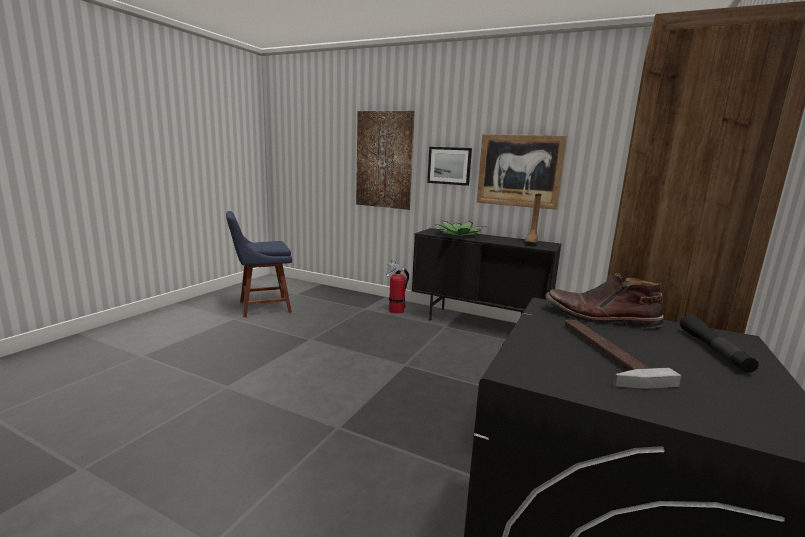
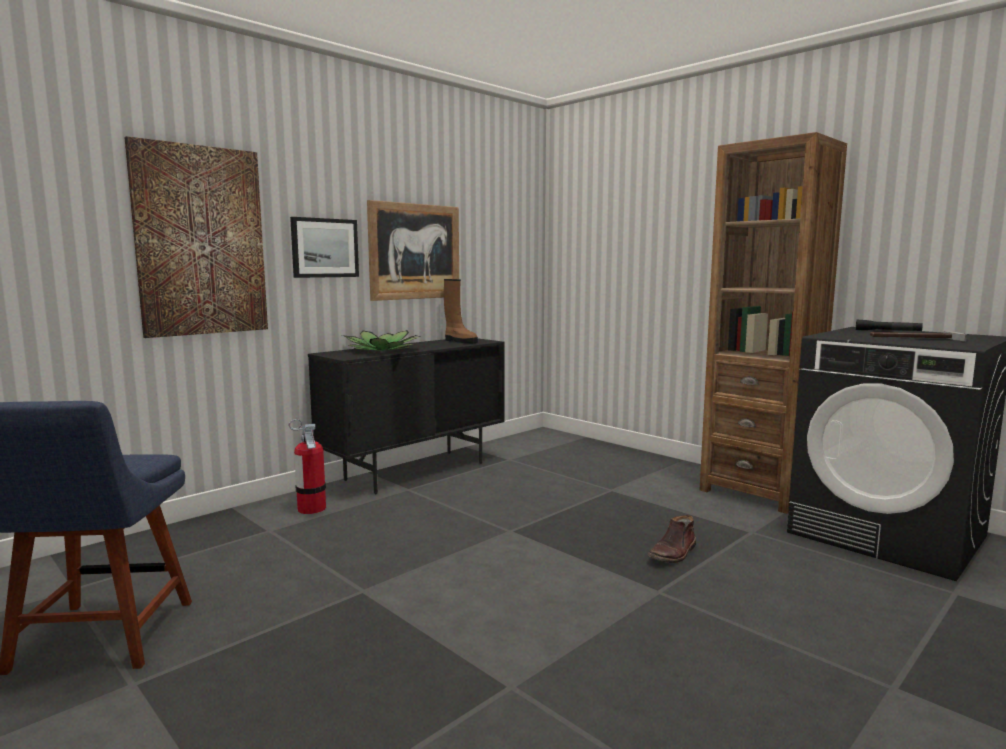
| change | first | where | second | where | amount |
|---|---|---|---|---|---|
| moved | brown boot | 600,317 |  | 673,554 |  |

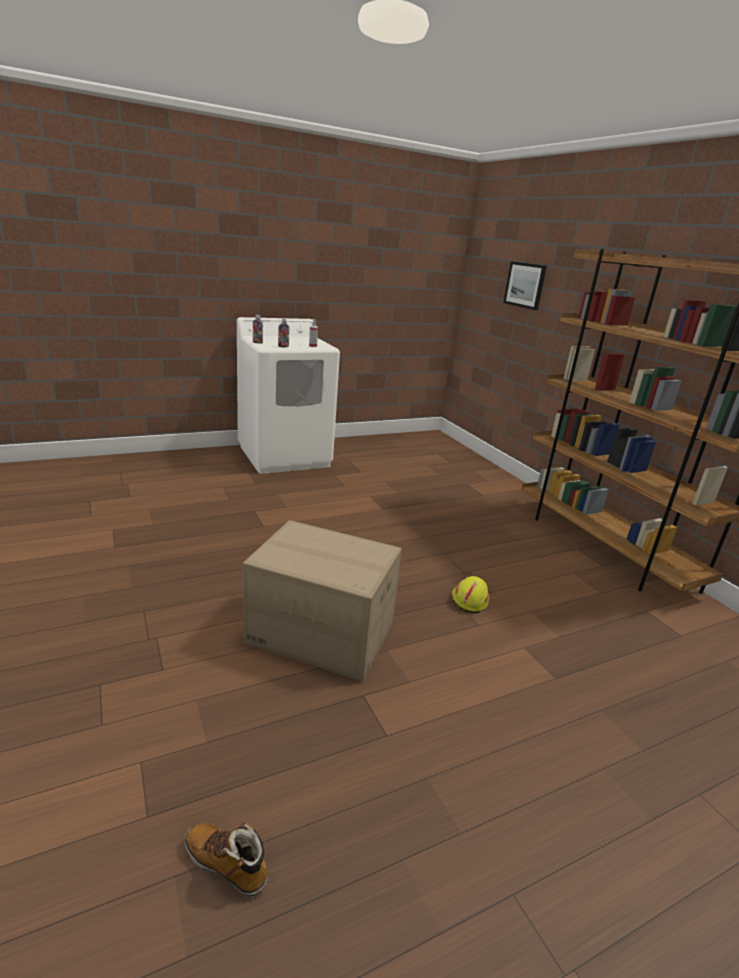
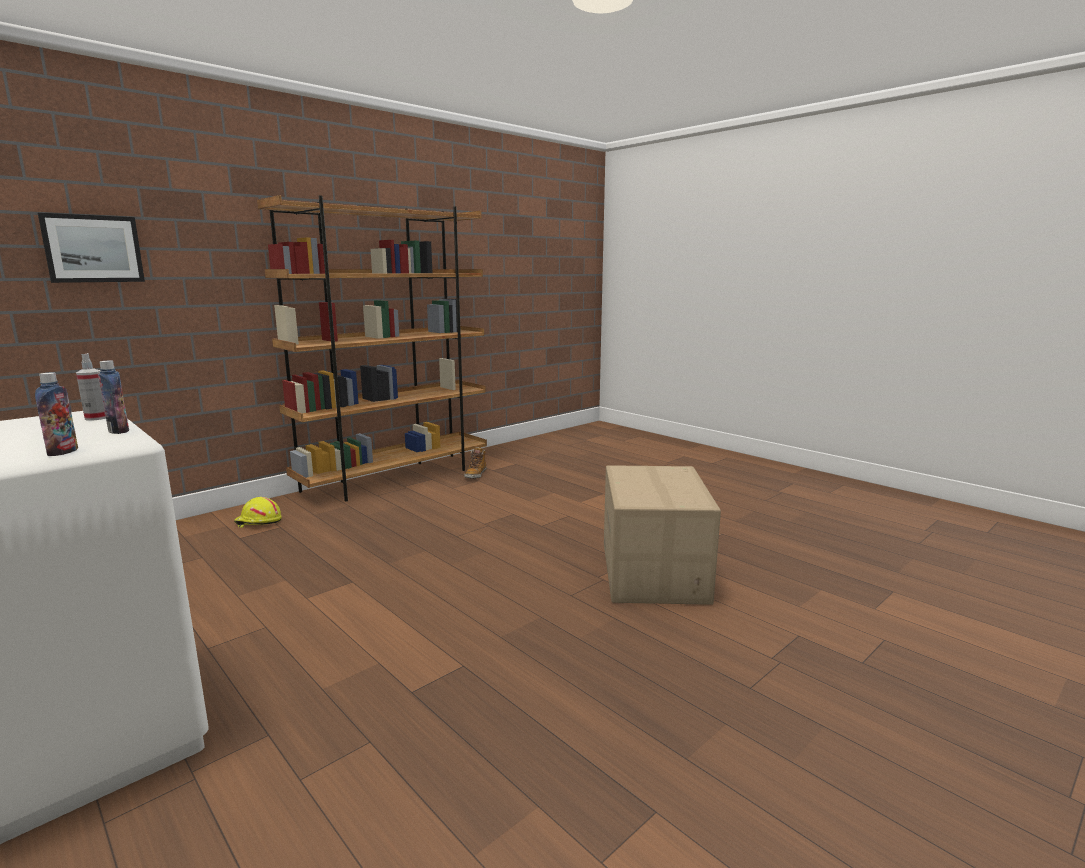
| change | first | where | second | where | amount |
|---|---|---|---|---|---|
| moved | yellow hard hat | 469,600 |  | 258,522 |  |
| moved | boot | 227,864 |  | 475,475 |  |

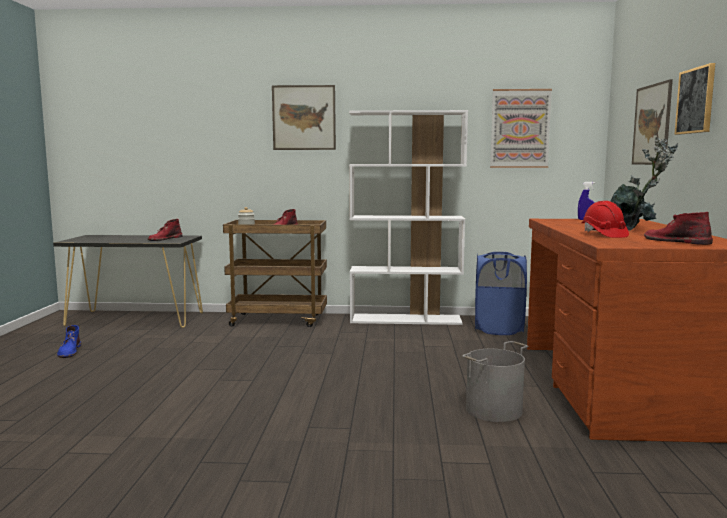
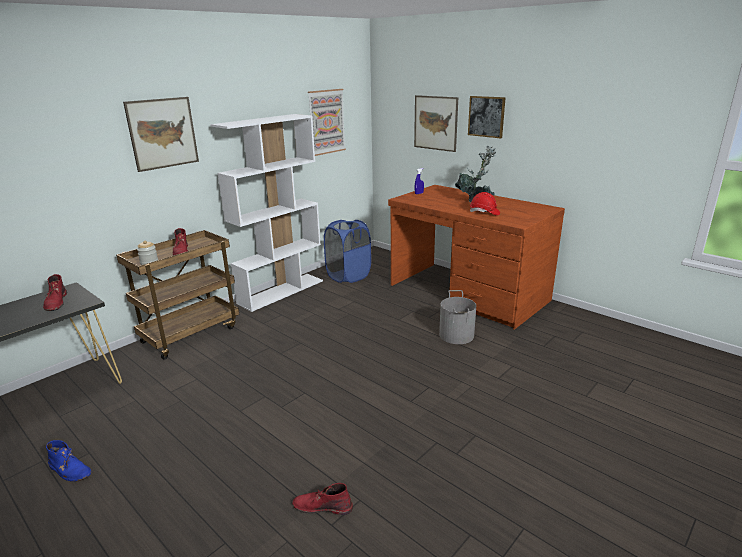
| change | first | where | second | where | amount |
|---|---|---|---|---|---|
| moved | red boot | 676,241 |  | 322,506 |  |

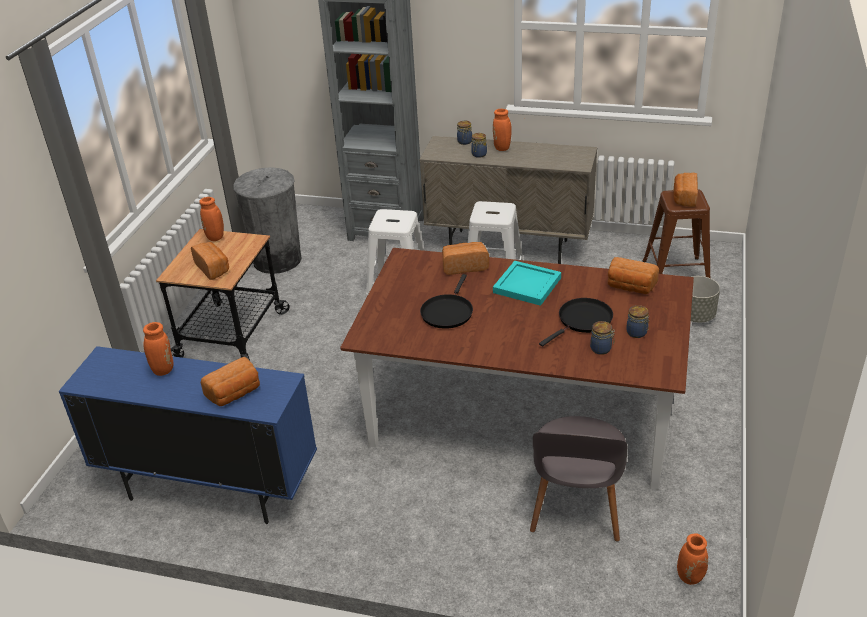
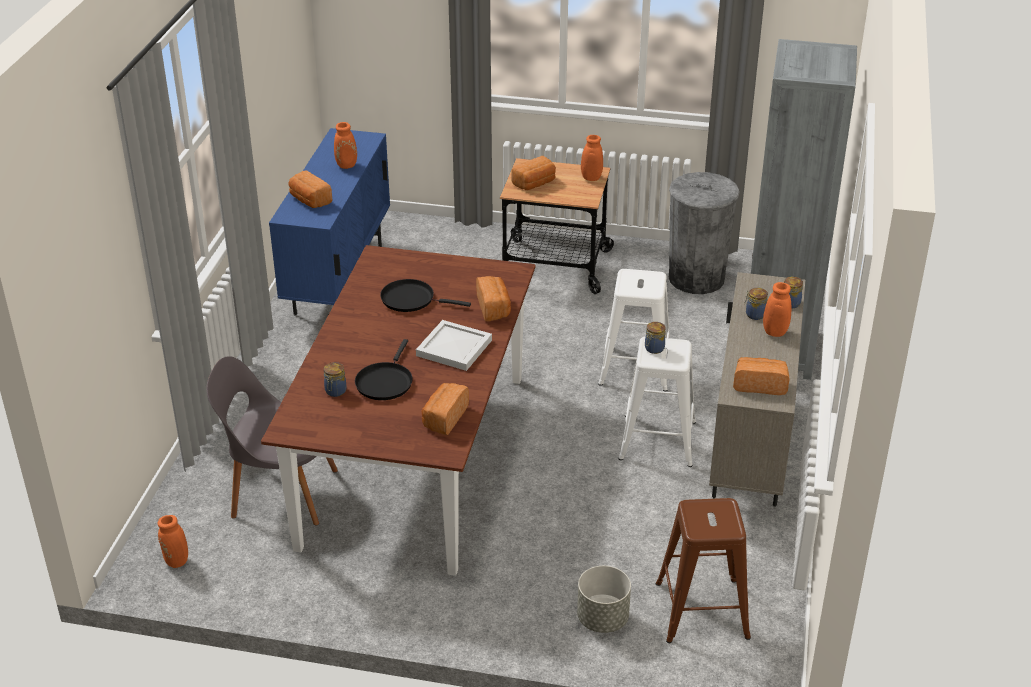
| change | first | where | second | where | amount |
|---|---|---|---|---|---|
| turned | black frying pan | 582,321 |  | 385,382 | 60 degrees clockwise |
| recoloured | turquoise tray | 526,284 | white tray | 455,347 |  |
| moved | jar | 637,333 |  | 653,349 |  |
| moved | bread | 684,198 |  | 760,385 |  |

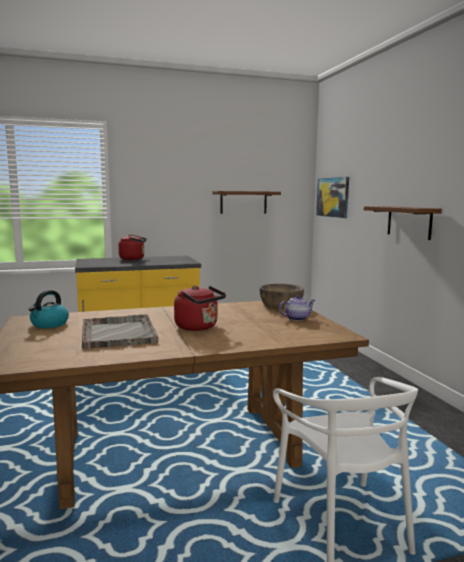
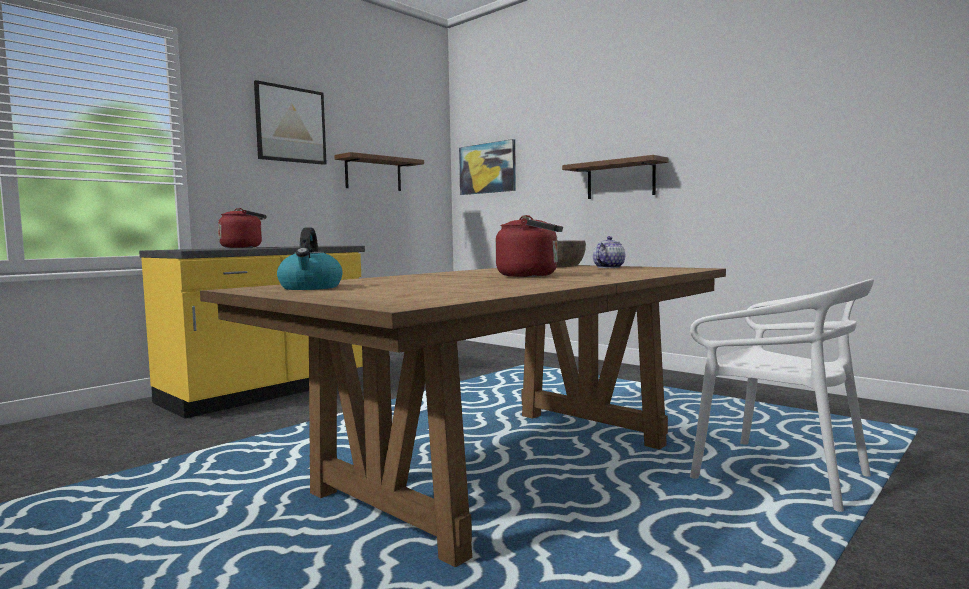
| change | first | where | second | where | amount |
|---|---|---|---|---|---|
| added |  |  | picture | 290,124 |  |
| removed | grey tray | 118,333 |  |  |  |

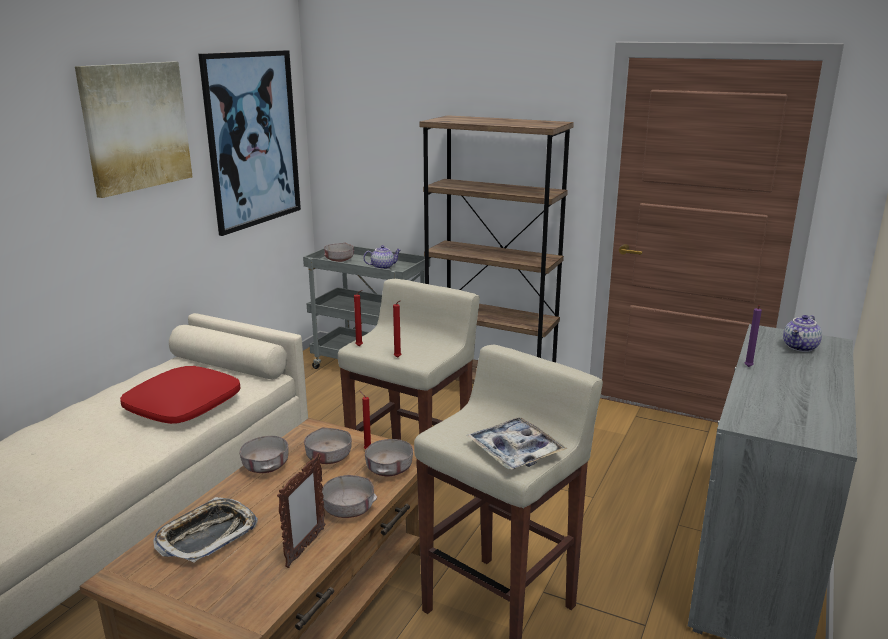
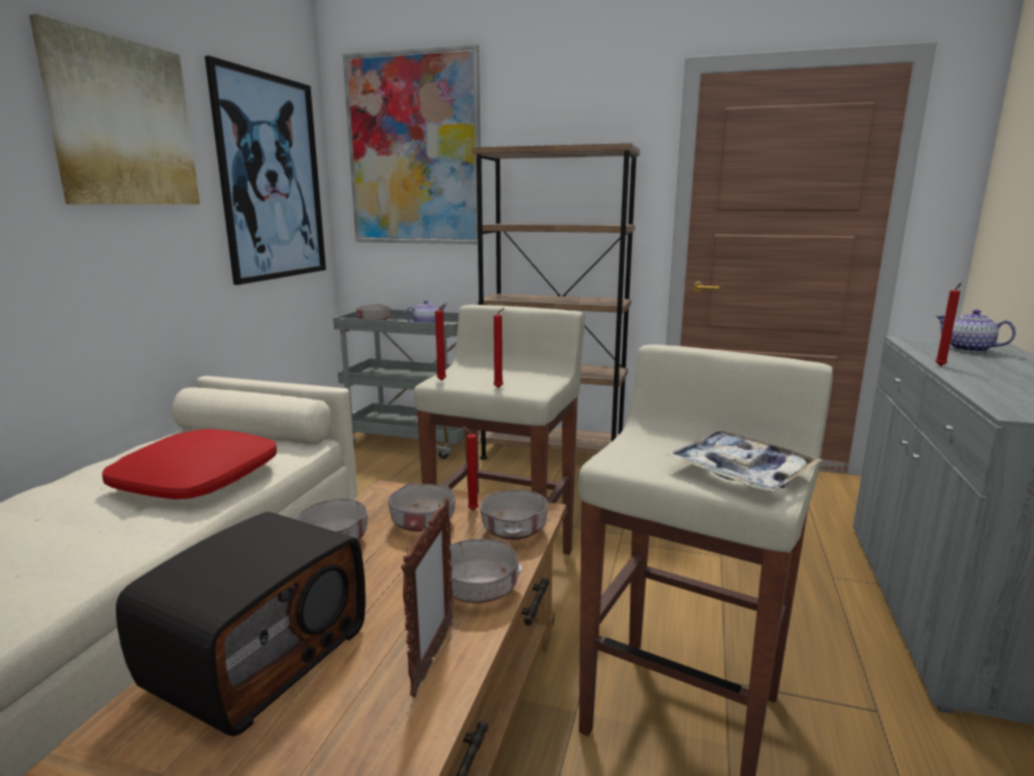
| change | first | where | second | where | amount |
|---|---|---|---|---|---|
| replaced | tray | 207,535 | radio | 258,656 |  |
| added |  |  | picture | 414,150 |  |
| recoloured | purple candle | 748,367 | red candle | 941,366 |  |
| turned | teapot | 800,347 |  | 968,349 | 105 degrees clockwise |

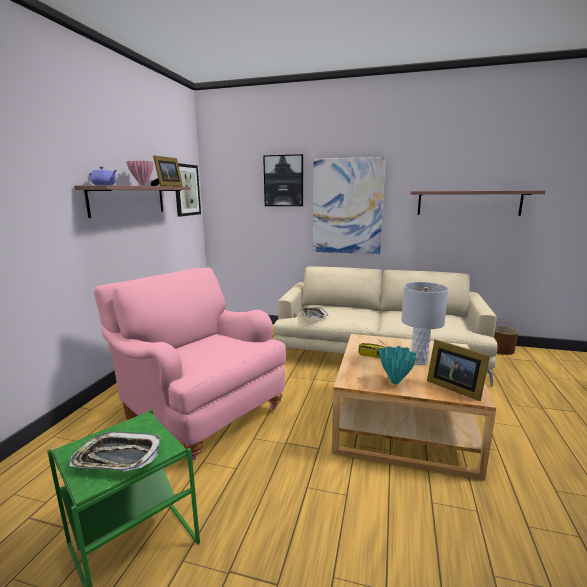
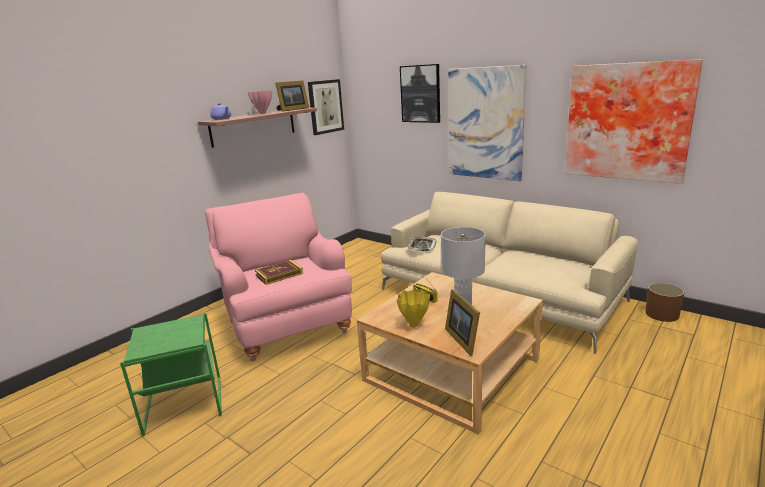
| change | first | where | second | where | amount |
|---|---|---|---|---|---|
| added |  |  | book | 279,274 |  |
| recoloured | turquoise vase | 395,382 | yellow vase | 414,325 |  |
| replaced | shelf | 468,203 | picture | 627,122 |  |
| removed | tray | 118,457 |  |  |  |

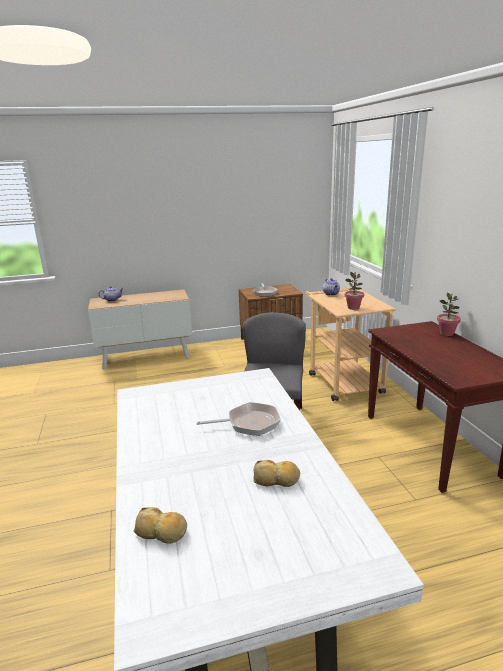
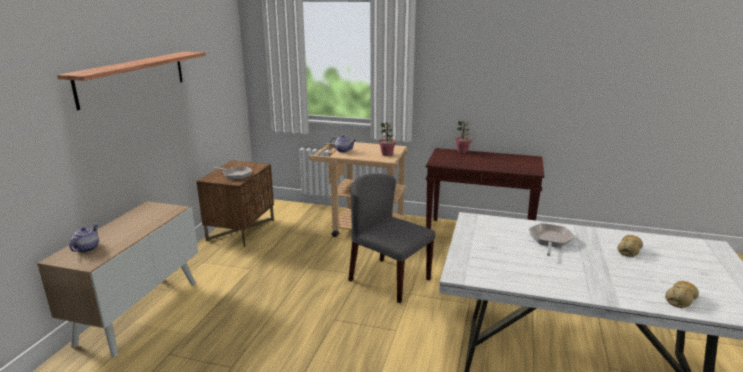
| change | first | where | second | where | amount |
|---|---|---|---|---|---|
| added |  |  | shelf | 133,78 |  |

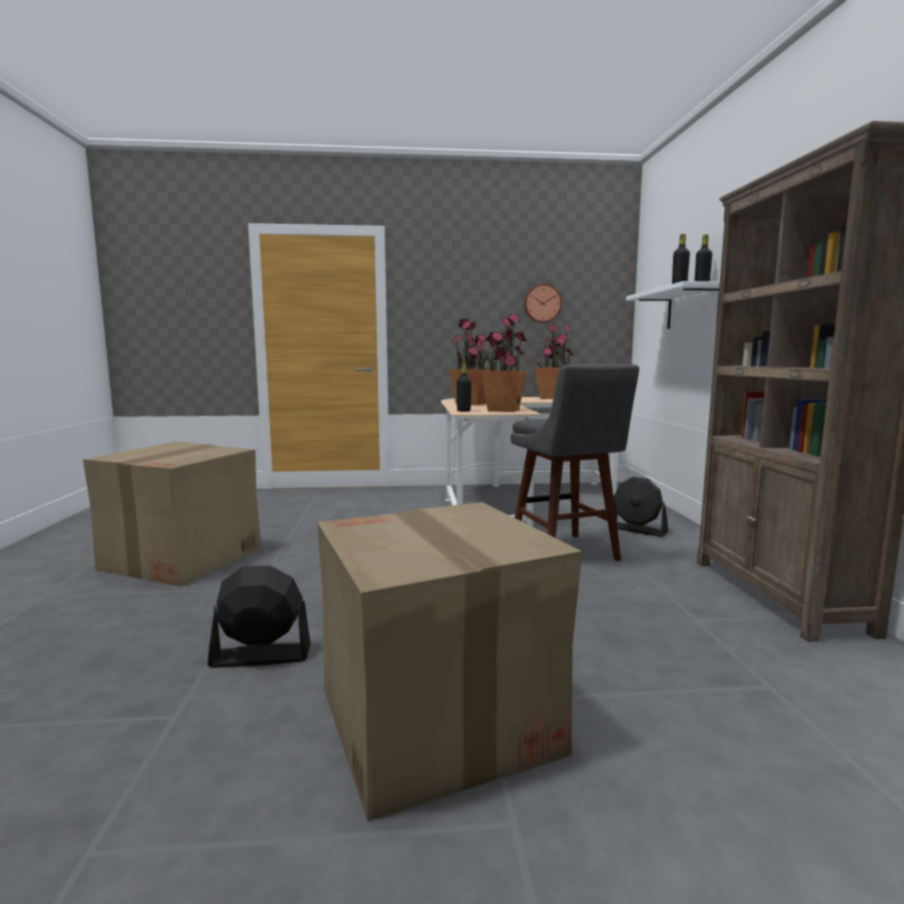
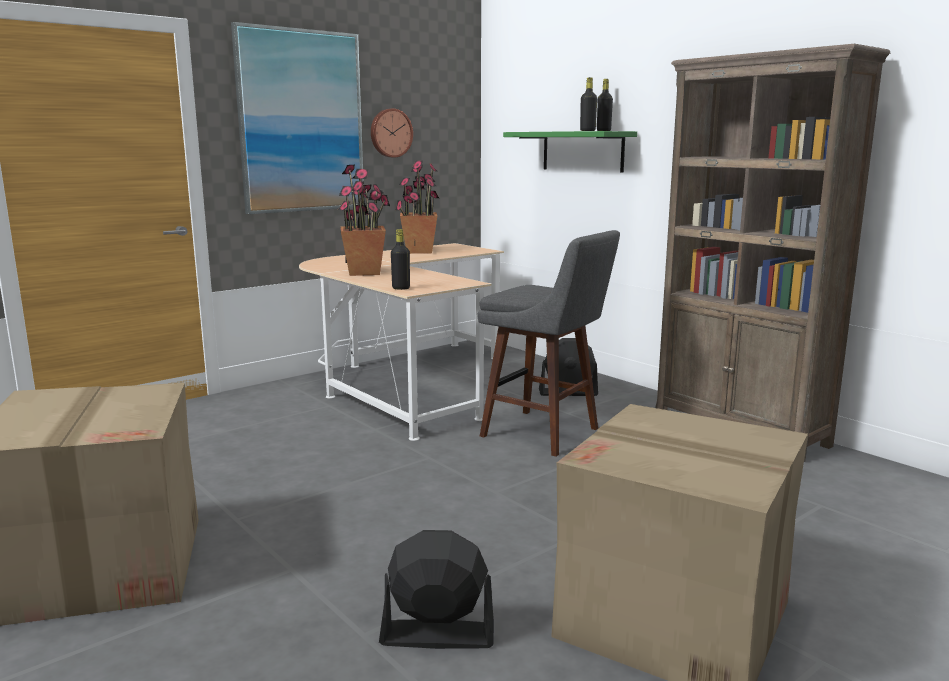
| change | first | where | second | where | amount |
|---|---|---|---|---|---|
| added |  |  | picture | 301,122 |  |
| turned | black fan | 260,656 |  | 437,634 | 45 degrees clockwise |
| recoloured | white shelf | 692,308 | green shelf | 582,151 |  |
| removed | potted plant | 503,410 |  |  |  |

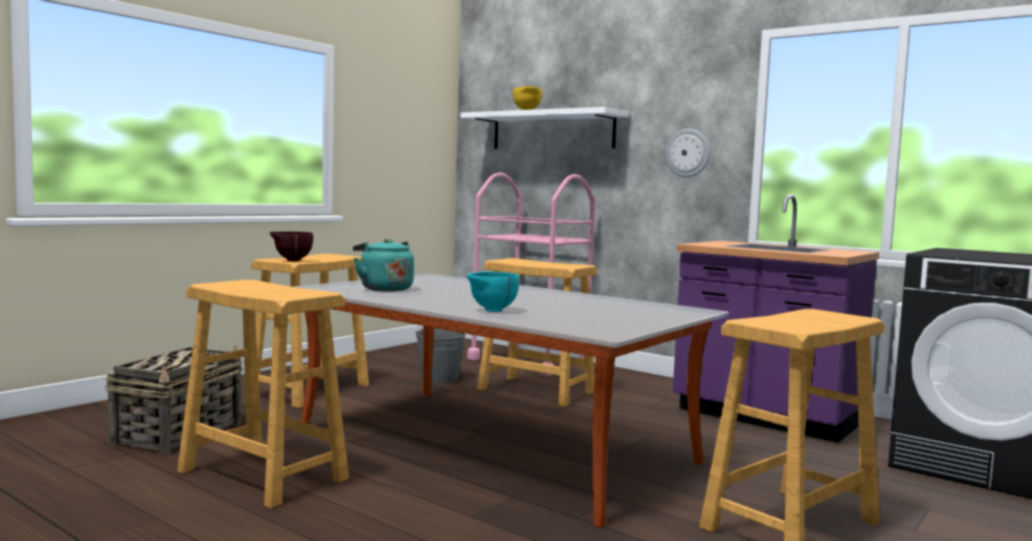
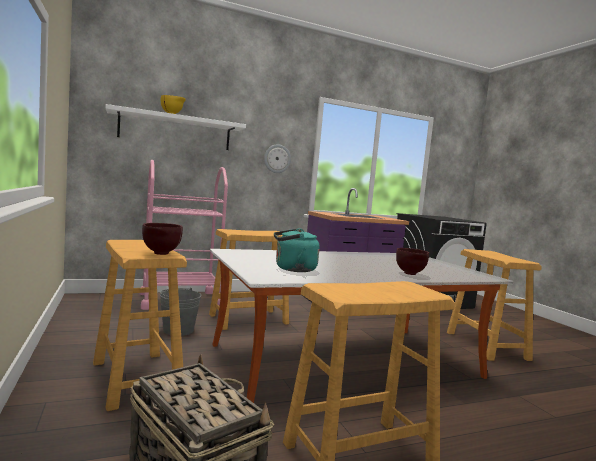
| change | first | where | second | where | amount |
|---|---|---|---|---|---|
| recoloured | turquoise bowl | 491,311 | brown bowl | 410,274 |  |

